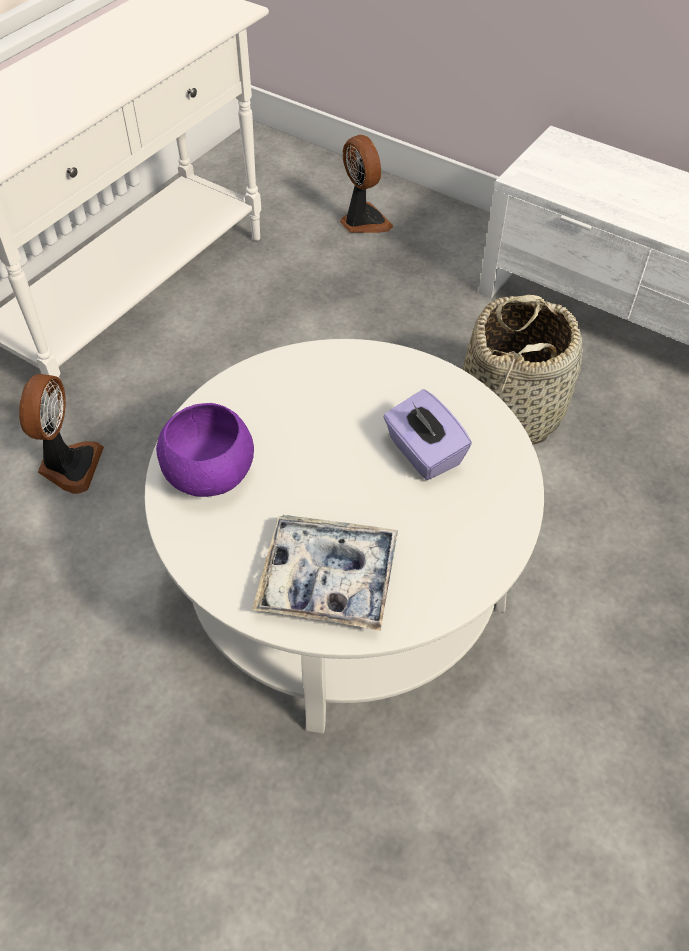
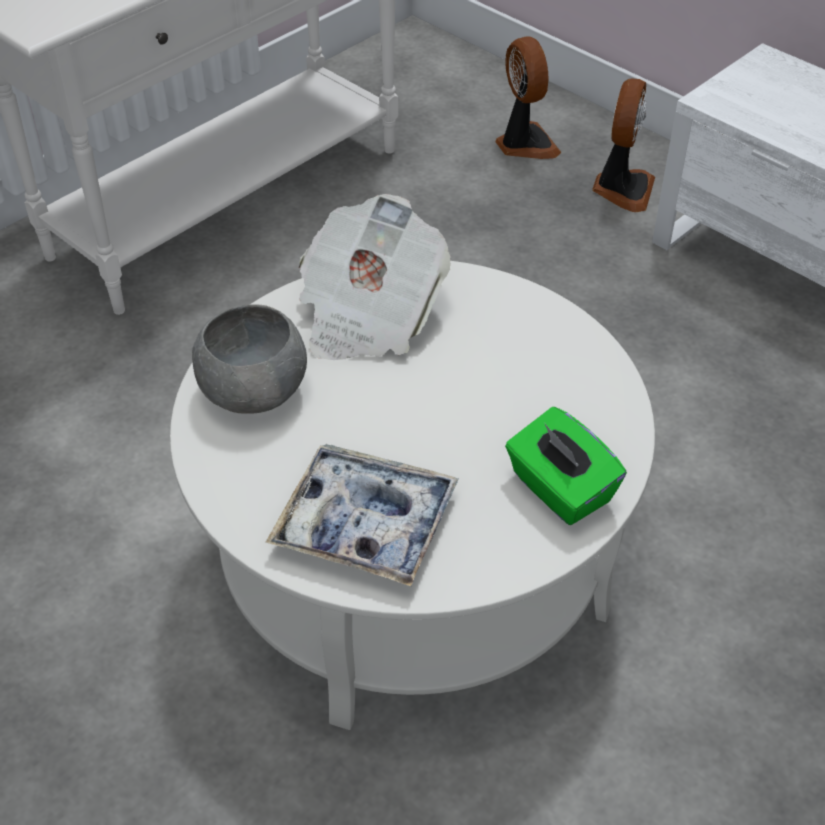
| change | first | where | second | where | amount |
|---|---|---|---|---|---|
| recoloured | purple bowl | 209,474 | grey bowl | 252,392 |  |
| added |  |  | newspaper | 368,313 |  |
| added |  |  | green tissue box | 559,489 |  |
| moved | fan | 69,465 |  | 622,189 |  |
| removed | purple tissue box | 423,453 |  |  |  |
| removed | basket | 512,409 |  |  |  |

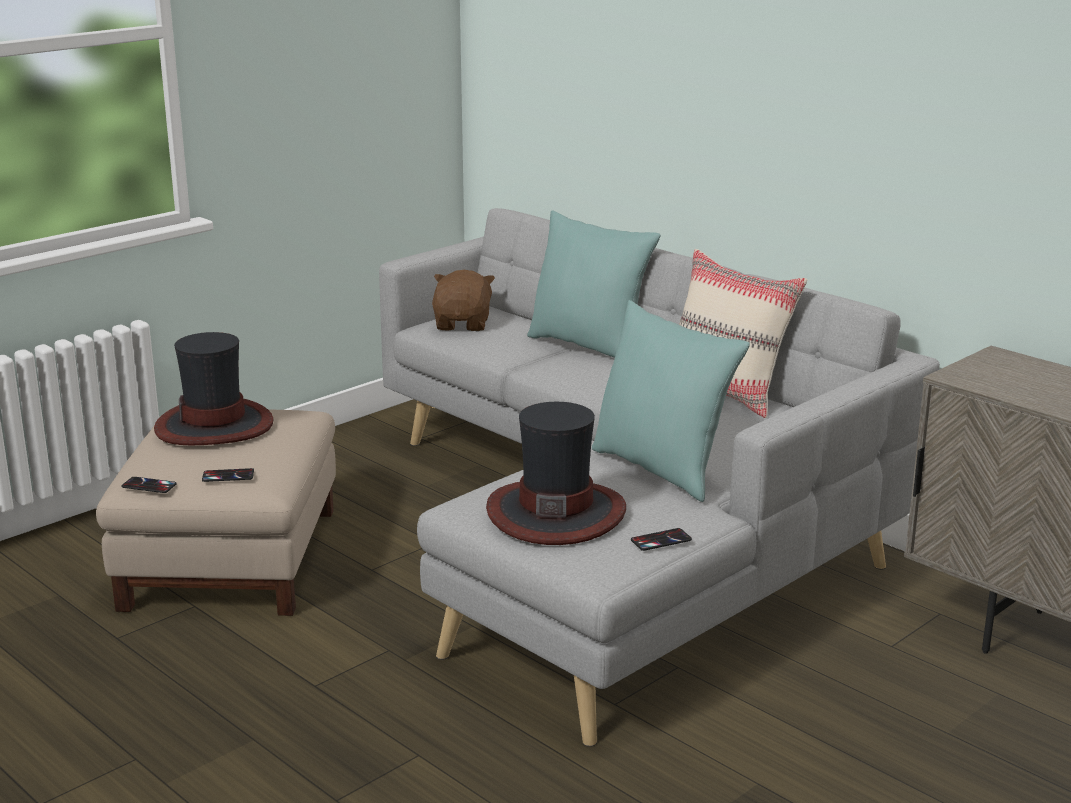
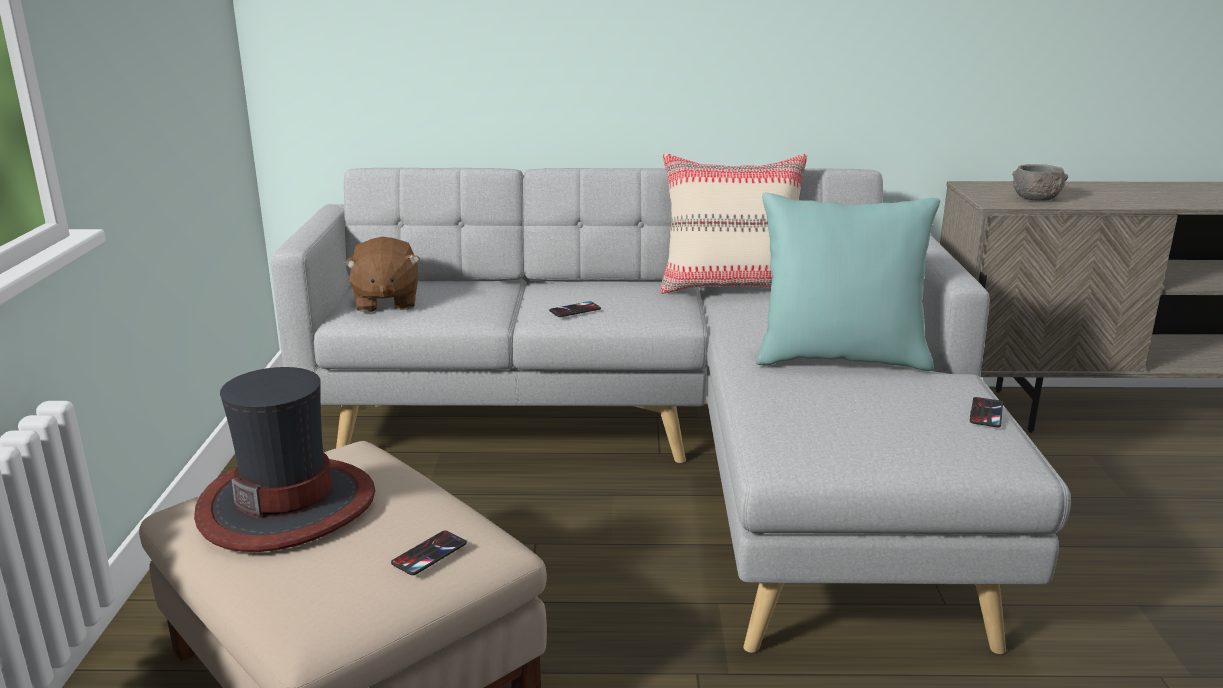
| change | first | where | second | where | amount |
|---|---|---|---|---|---|
| turned | brown plush toy | 463,324 |  | 385,302 | 150 degrees counterclockwise |
| moved | phone | 149,486 |  | 575,310 |  |
| added |  |  | grey bowl | 1036,198 |  |
| removed | hat | 556,512 |  |  |  |
| removed | turquoise pillow | 589,346 |  |  |  |

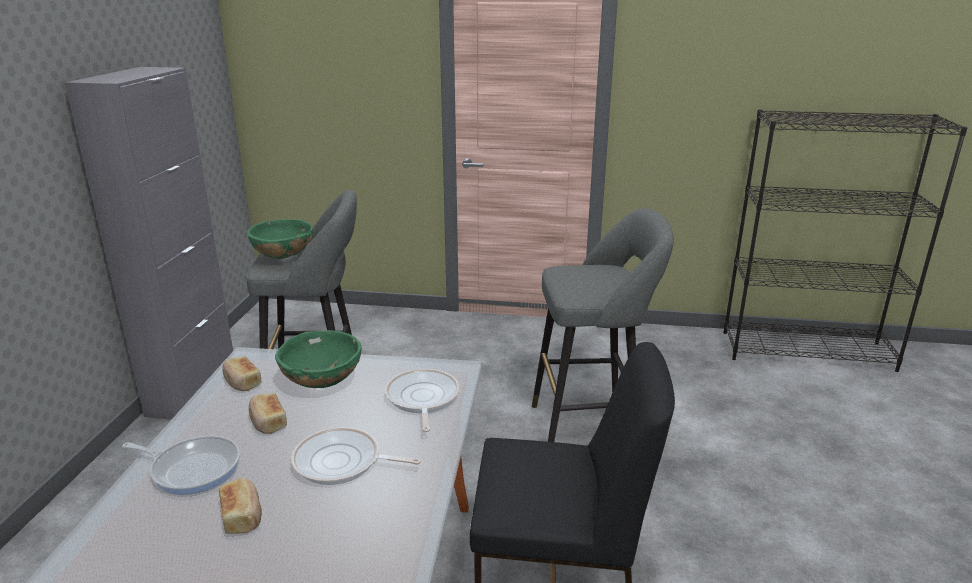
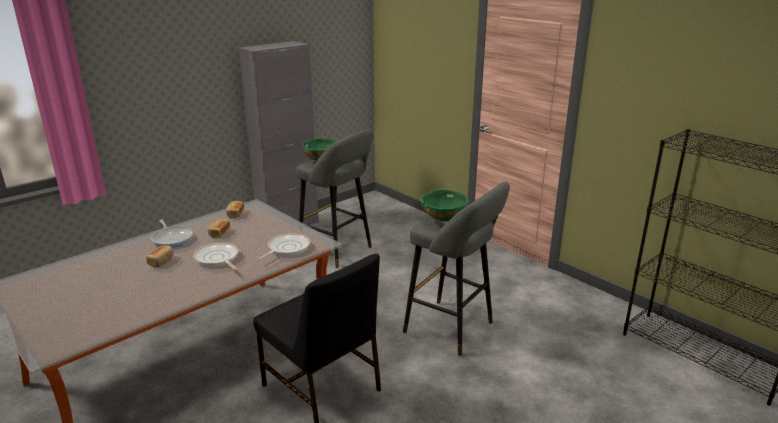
| change | first | where | second | where | amount |
|---|---|---|---|---|---|
| moved | green bowl | 322,384 |  | 443,219 |  |

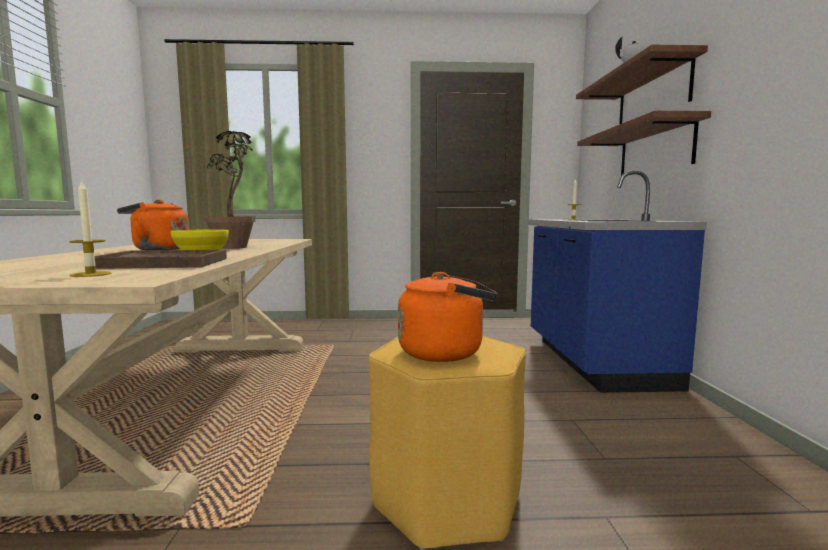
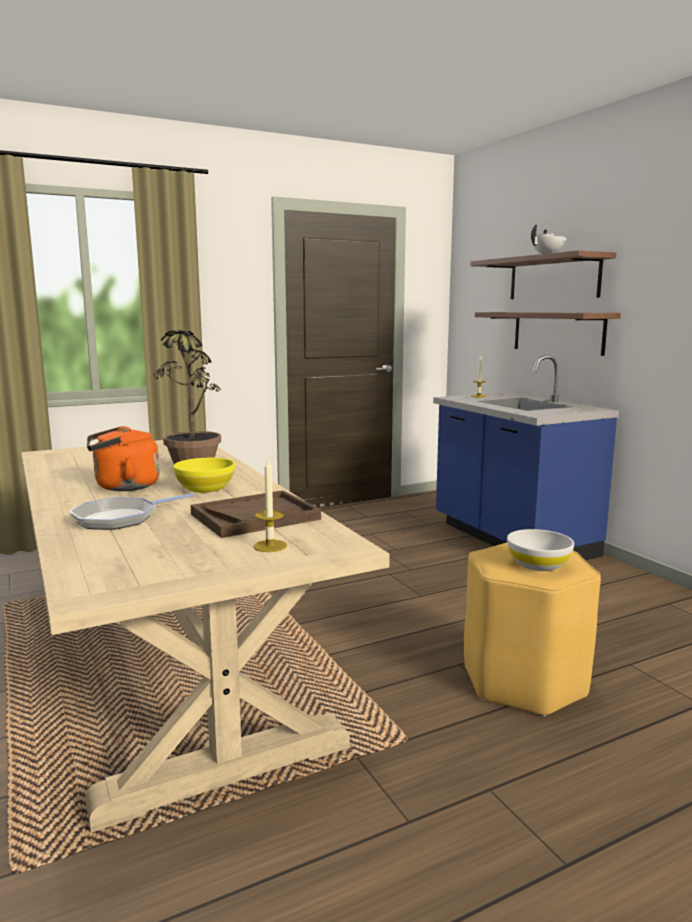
| change | first | where | second | where | amount |
|---|---|---|---|---|---|
| added |  |  | frying pan | 120,518 |  |
| replaced | orange kettle | 446,352 | white bowl | 538,565 |  |

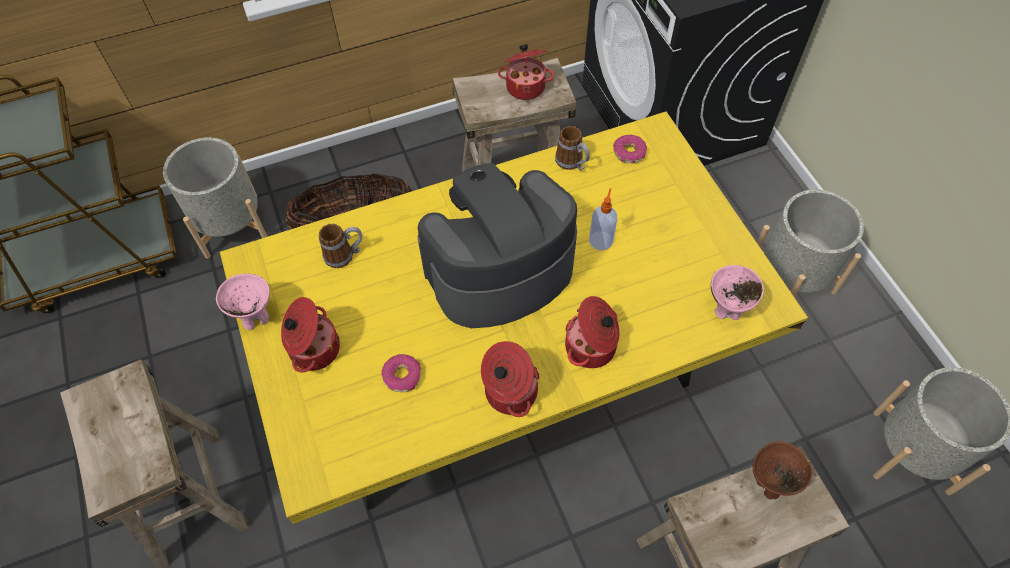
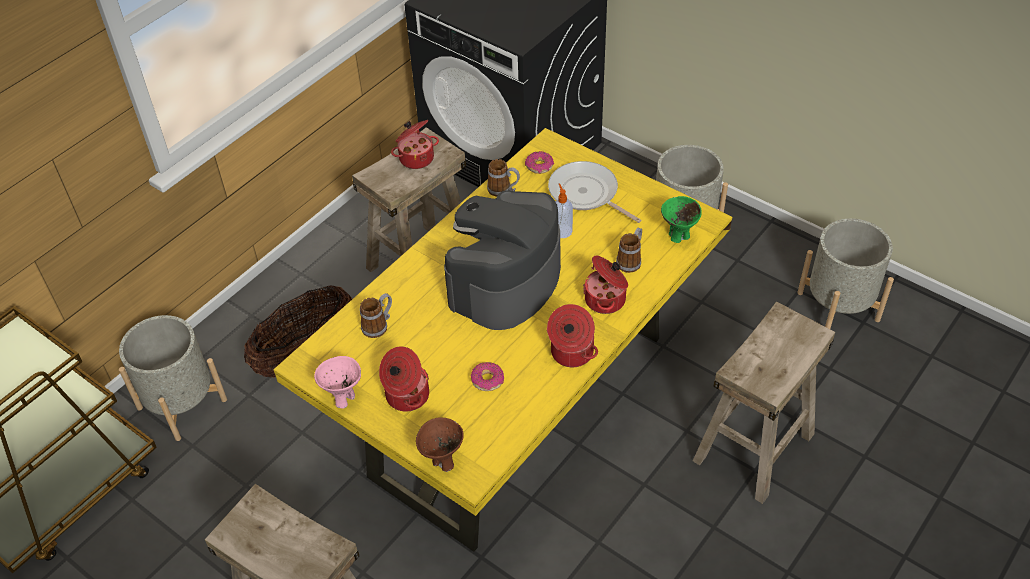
| change | first | where | second | where | amount |
|---|---|---|---|---|---|
| moved | brown bowl | 769,484 |  | 443,461 |  |
| added |  |  | frying pan | 586,194 |  |
| added |  |  | mug | 631,260 |  |
| recoloured | pink bowl | 726,311 | green bowl | 678,236 |  |

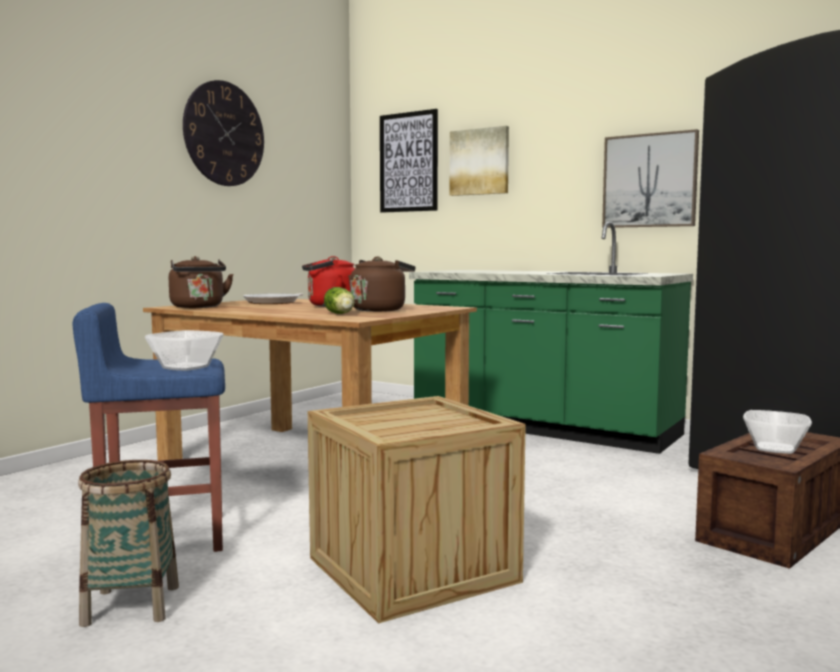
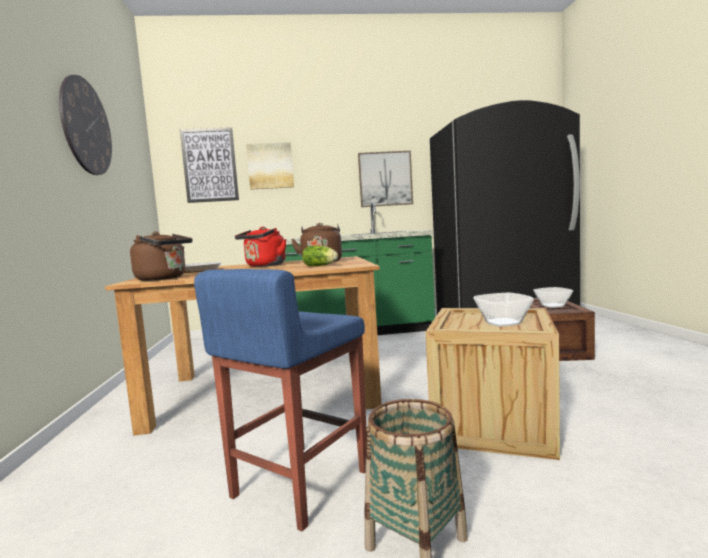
| change | first | where | second | where | amount |
|---|---|---|---|---|---|
| moved | bowl | 185,367 |  | 502,322 |  |

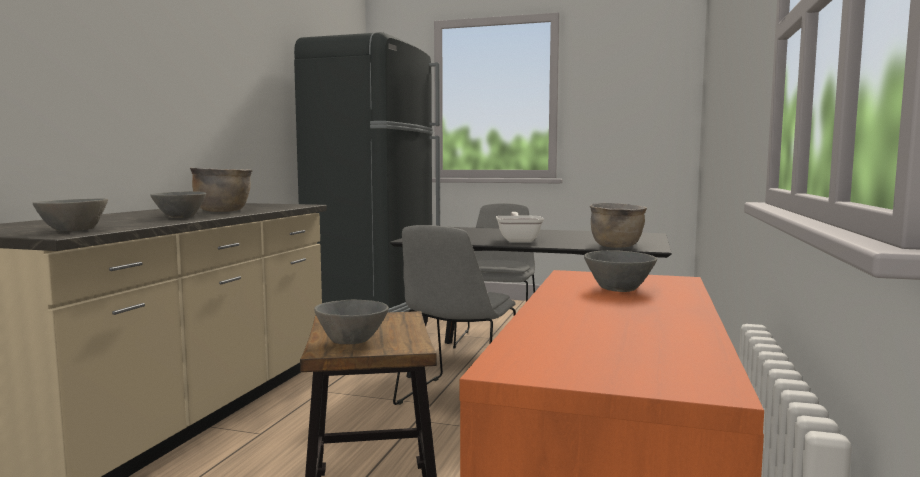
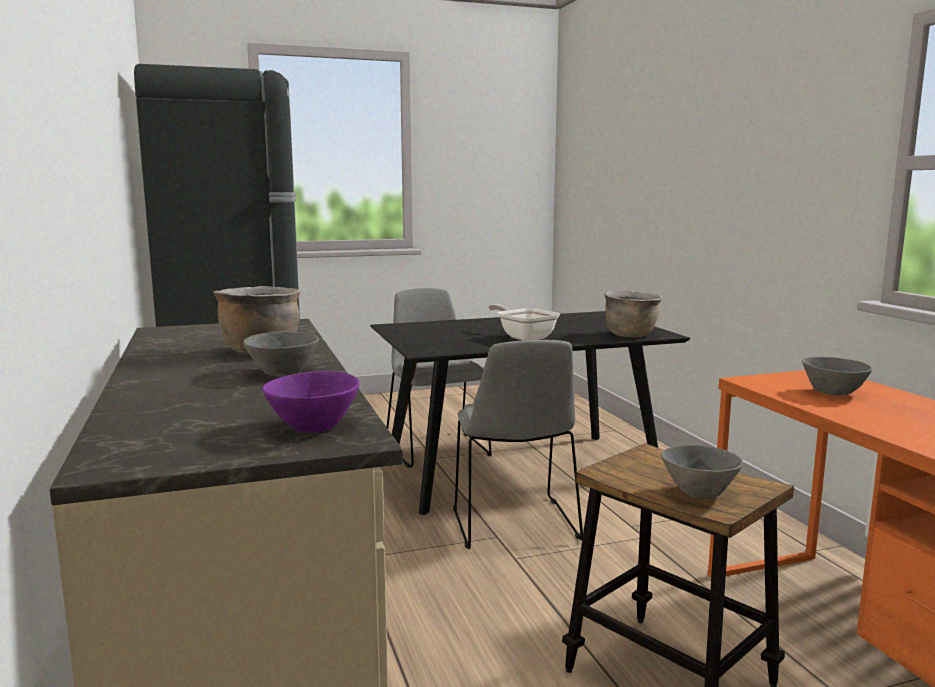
| change | first | where | second | where | amount |
|---|---|---|---|---|---|
| recoloured | grey bowl | 72,230 | purple bowl | 311,426 |  |

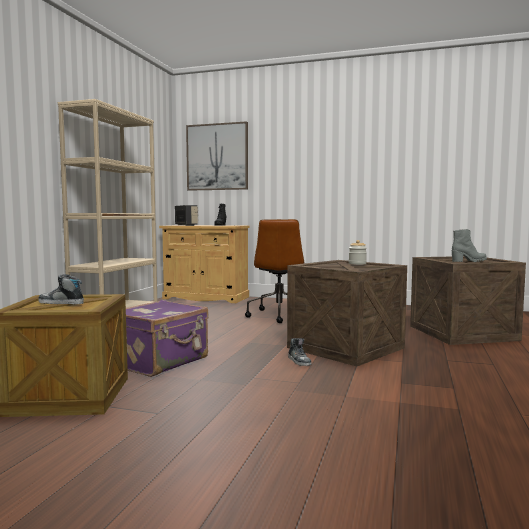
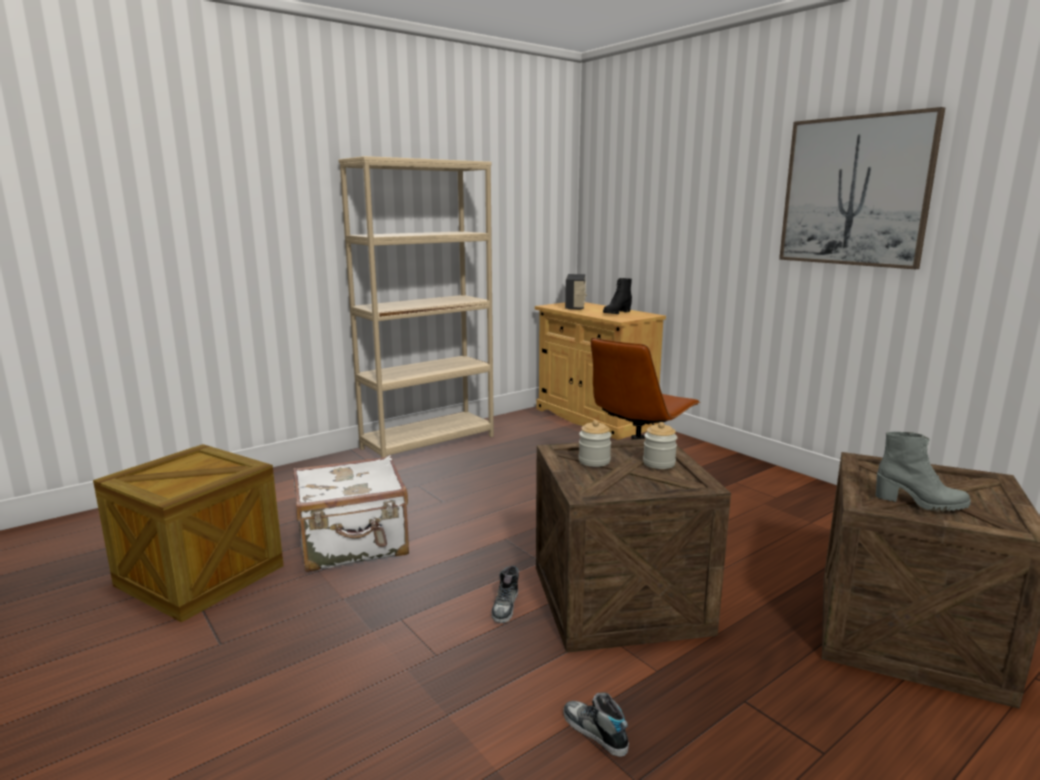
| change | first | where | second | where | amount |
|---|---|---|---|---|---|
| recoloured | purple suitcase | 160,362 | white suitcase | 354,545 |  |
| moved | shoe | 61,303 |  | 595,732 |  |
| added |  |  | jar | 594,461 |  |
| moved | picture | 217,157 |  | 855,191 |  |

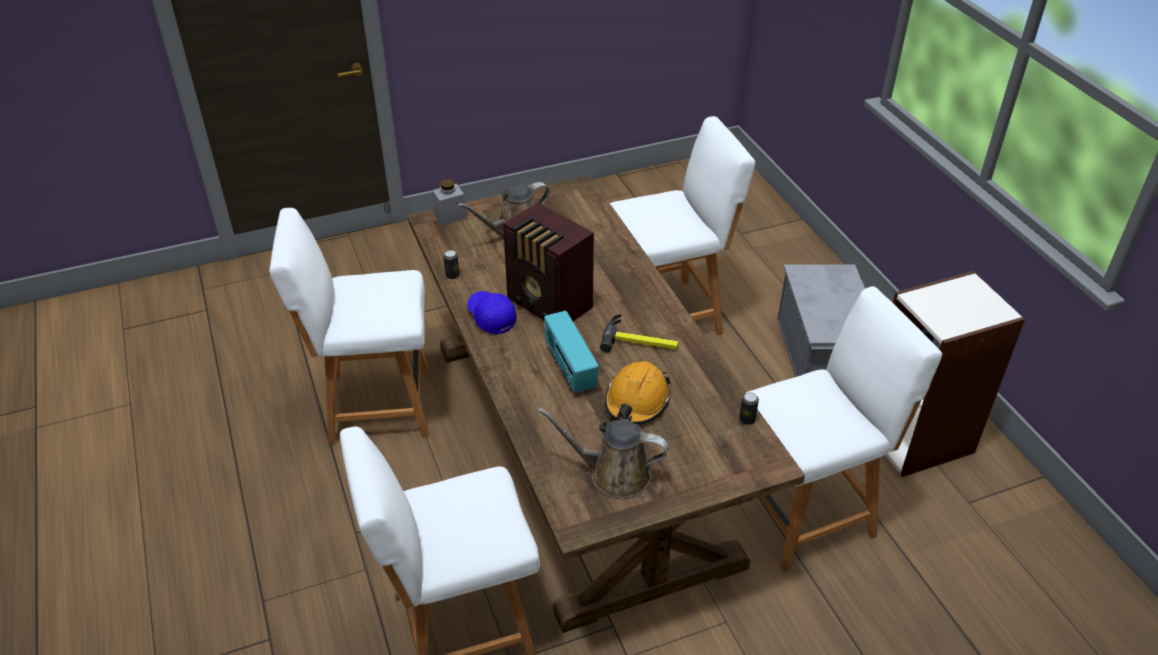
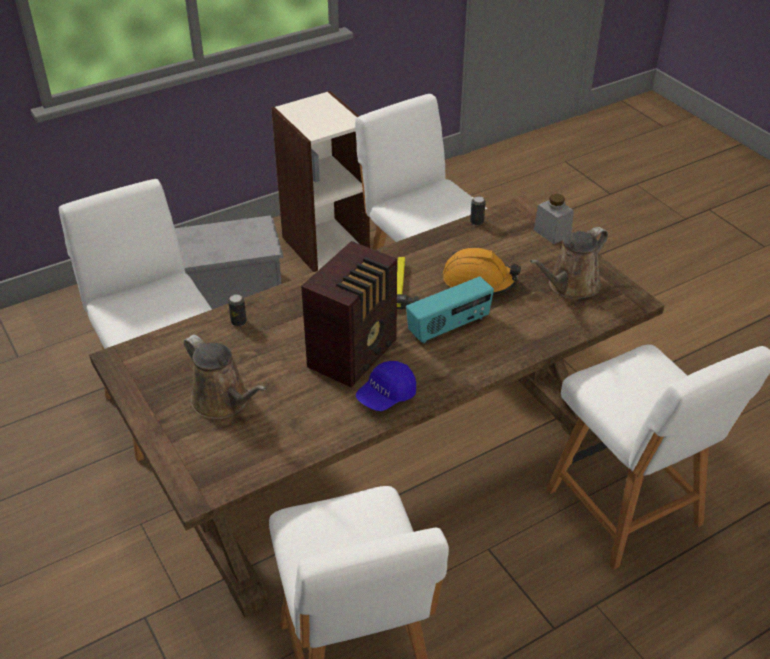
| change | first | where | second | where | amount |
|---|---|---|---|---|---|
| moved | can | 452,275 |  | 239,321 |  |
| turned | brown watering can | 613,474 |  | 570,286 | 45 degrees clockwise |
| moved | grey jar | 450,216 |  | 552,233 |  |

